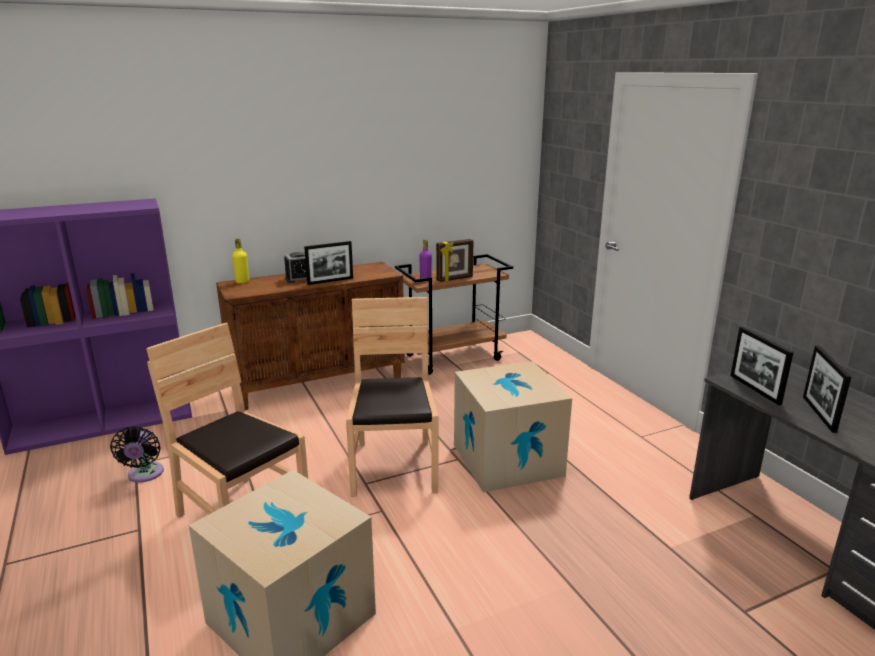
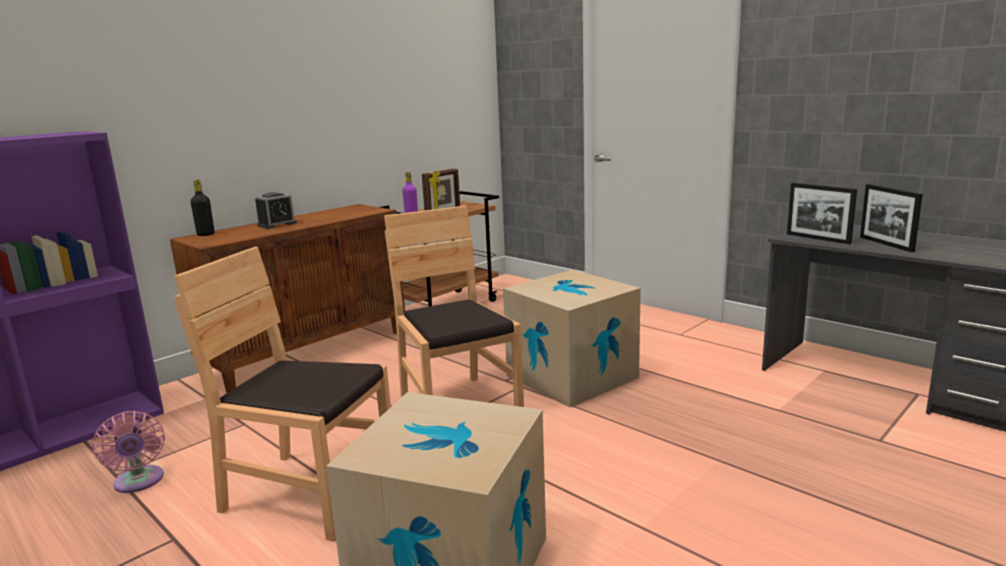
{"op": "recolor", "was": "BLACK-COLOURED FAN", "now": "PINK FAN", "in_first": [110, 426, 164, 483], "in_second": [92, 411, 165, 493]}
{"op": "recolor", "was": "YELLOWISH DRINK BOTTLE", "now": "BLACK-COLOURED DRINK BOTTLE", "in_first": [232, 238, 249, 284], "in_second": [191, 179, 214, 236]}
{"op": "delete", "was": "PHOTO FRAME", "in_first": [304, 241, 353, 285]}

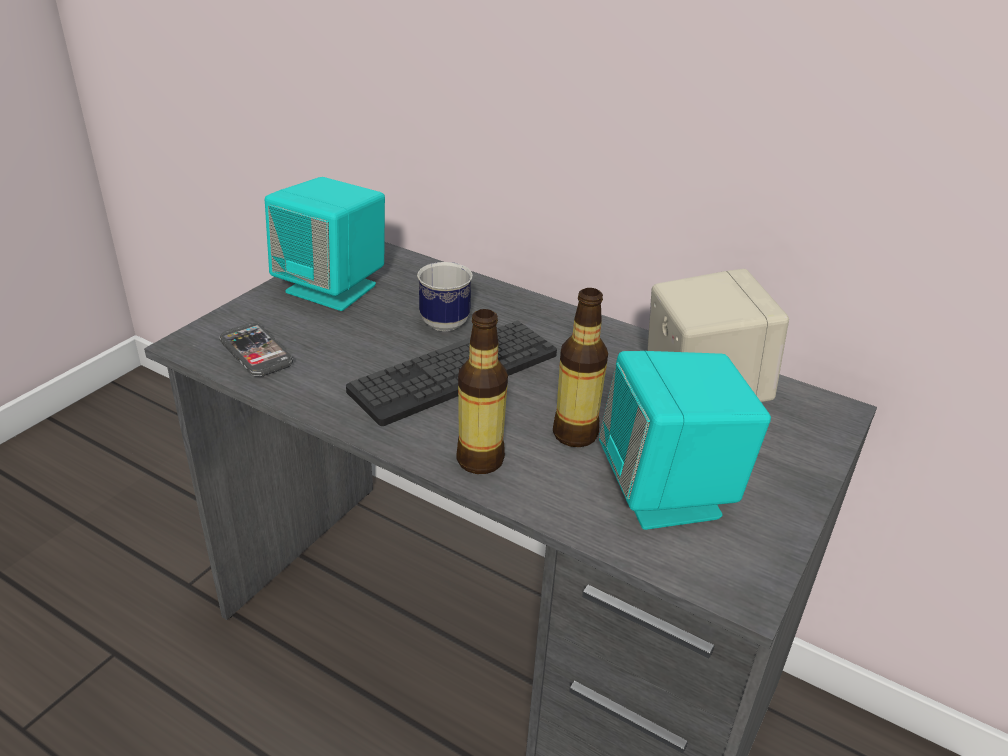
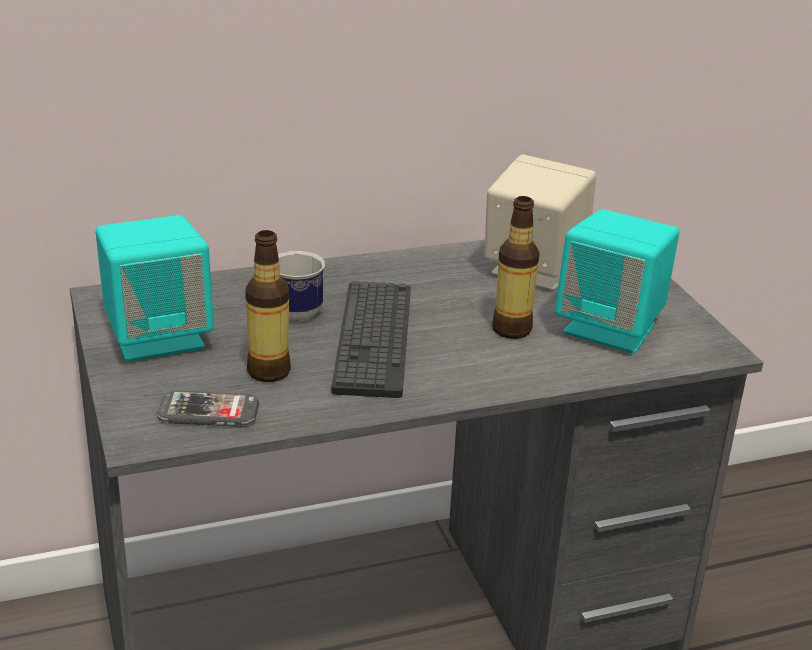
{"op": "move", "was": "DRINK BOTTLE", "in_first": [456, 309, 508, 474], "in_second": [245, 230, 291, 382]}

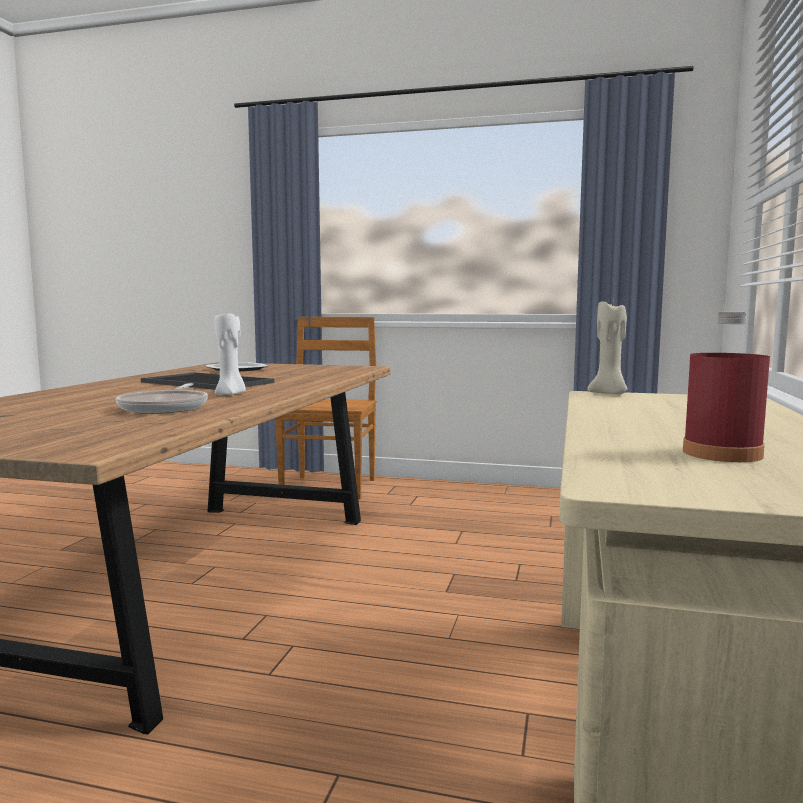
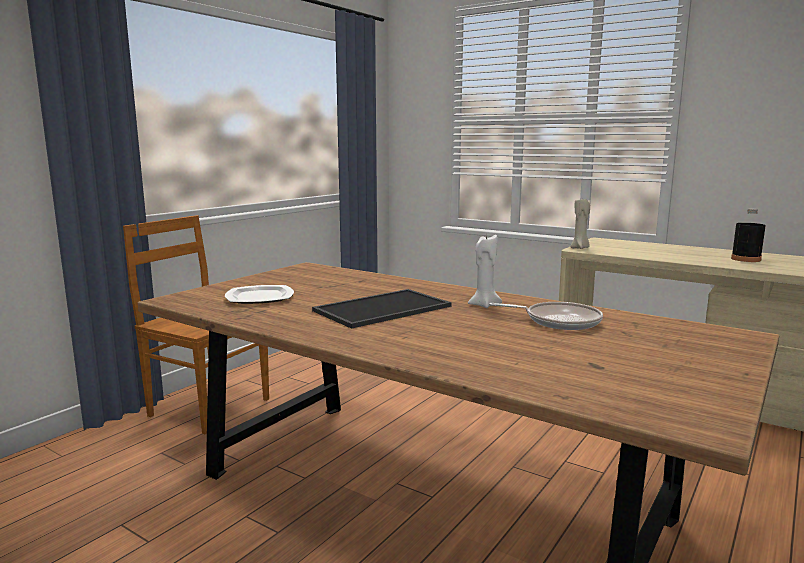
{"op": "recolor", "was": "RED DRINK BOTTLE", "now": "BLACK-COLOURED DRINK BOTTLE", "in_first": [683, 312, 770, 462], "in_second": [731, 209, 766, 262]}

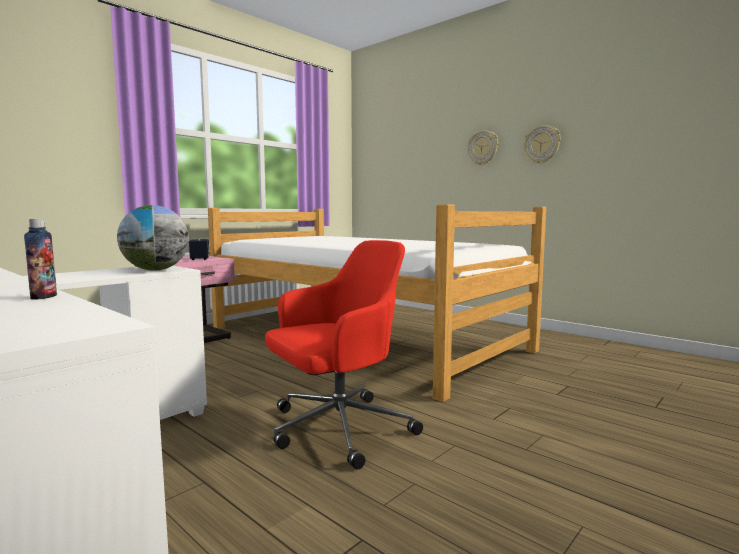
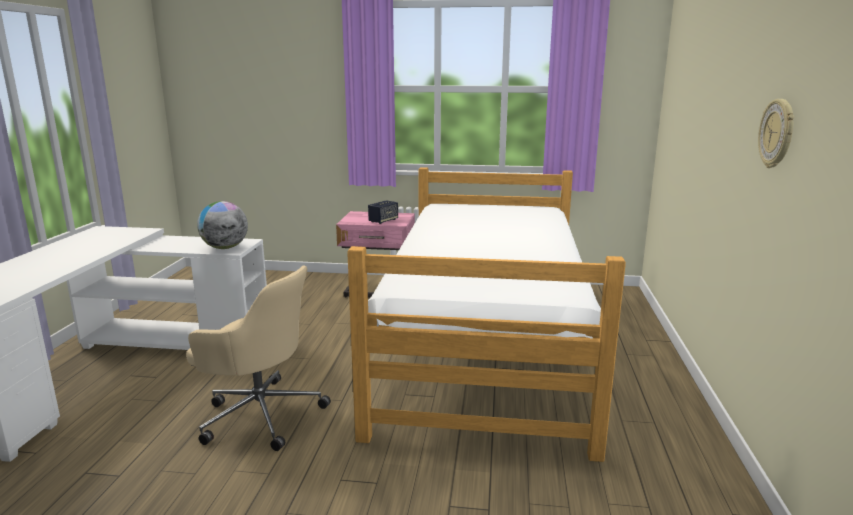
{"op": "recolor", "was": "RED DESK CHAIR", "now": "BEIGE-COLOURED DESK CHAIR", "in_first": [265, 240, 423, 470], "in_second": [186, 266, 331, 451]}
{"op": "delete", "was": "DRINK BOTTLE", "in_first": [24, 219, 57, 300]}
{"op": "delete", "was": "WALL CLOCK", "in_first": [467, 130, 498, 165]}

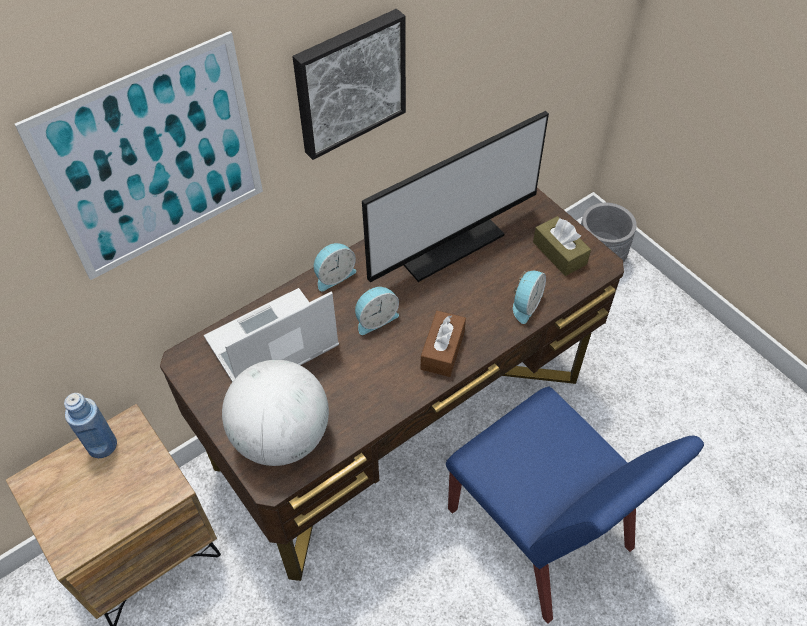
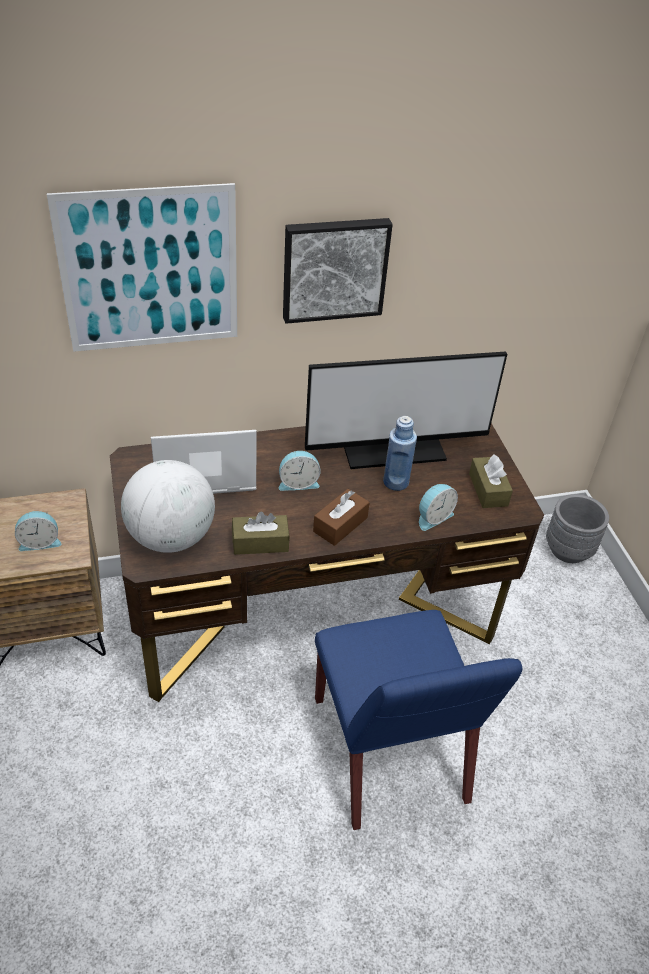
{"op": "move", "was": "ALARM CLOCK", "in_first": [314, 243, 356, 291], "in_second": [15, 511, 61, 551]}
{"op": "insert", "now": "BROWNISH BOX OF TISSUES", "in_second": [232, 512, 290, 555]}
{"op": "move", "was": "BLUE DRINK BOTTLE", "in_first": [64, 393, 117, 458], "in_second": [383, 416, 417, 491]}

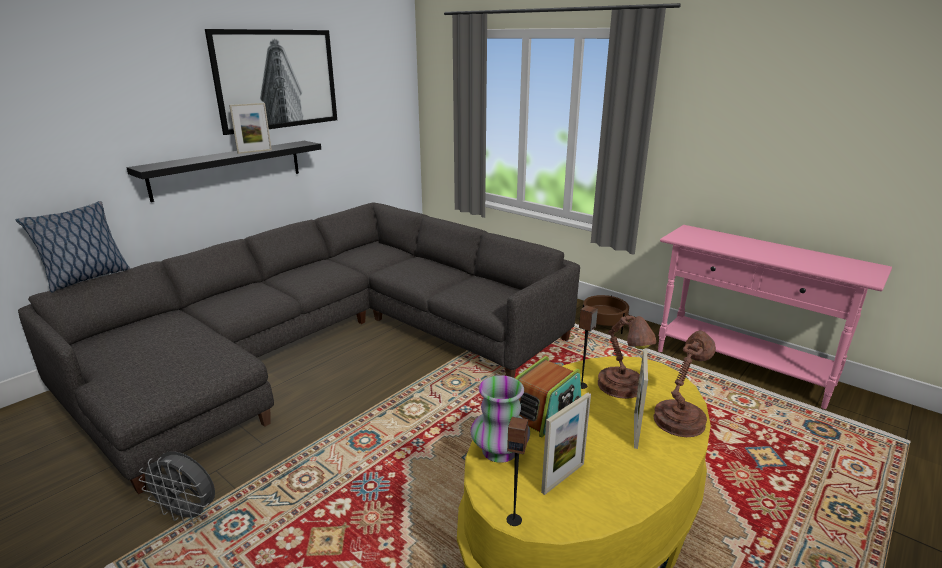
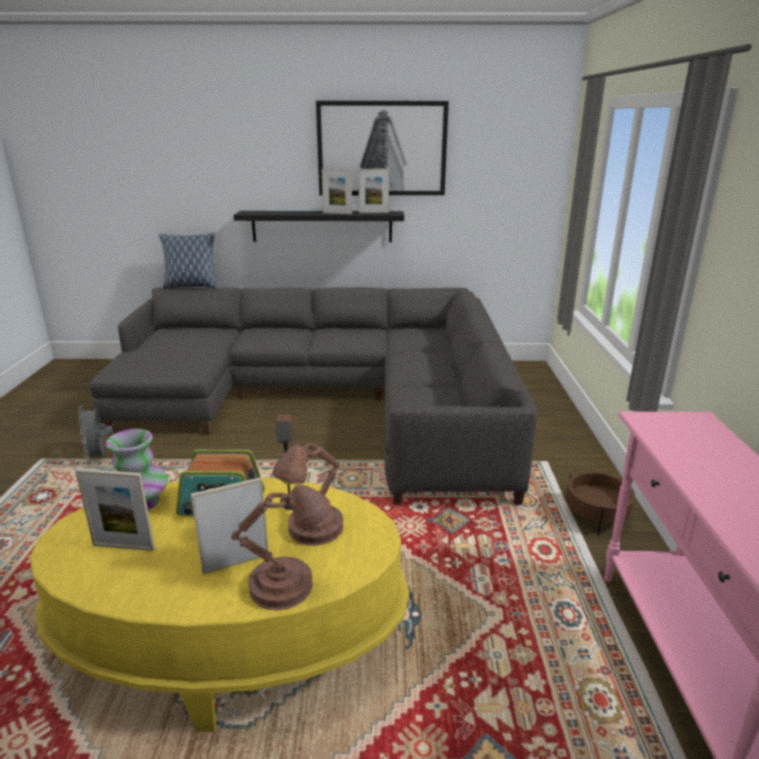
{"op": "insert", "now": "PHOTO FRAME", "in_second": [358, 169, 389, 213]}
{"op": "delete", "was": "LOUDSPEAKER", "in_first": [506, 417, 528, 526]}

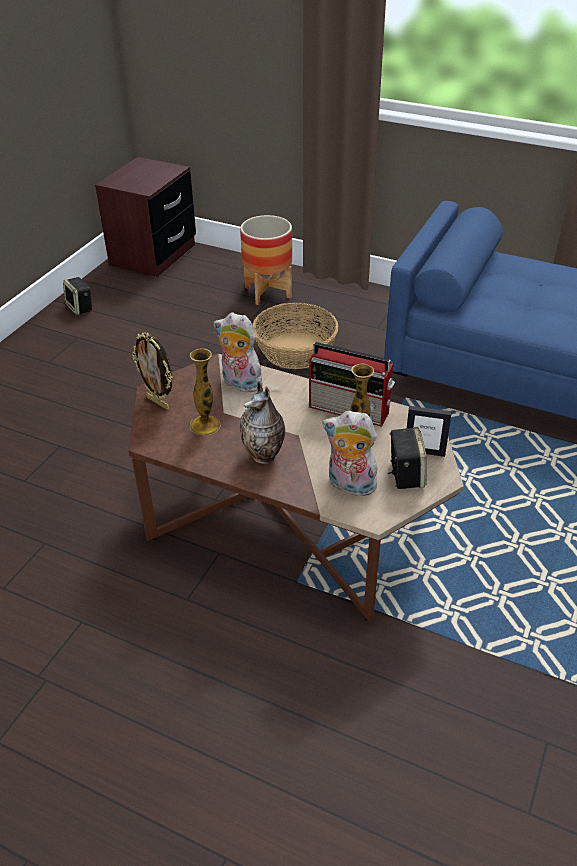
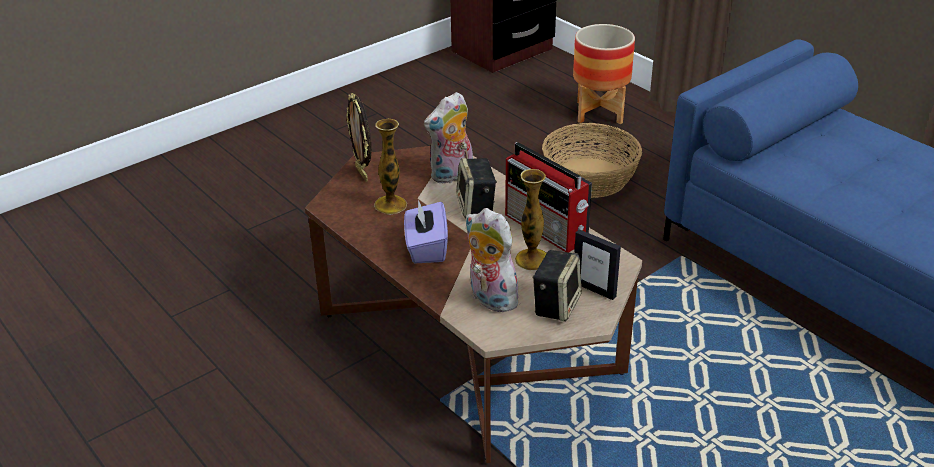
{"op": "replace", "was": "DECORATIVE VASE", "now": "PURPLE BOX OF TISSUES", "in_first": [240, 381, 285, 464], "in_second": [404, 200, 448, 264]}
{"op": "rotate", "was": "CUDDLY TOY", "in_first": [214, 312, 263, 392], "in_second": [424, 92, 473, 184], "clockwise": -90}
{"op": "move", "was": "LOUDSPEAKER", "in_first": [63, 277, 92, 315], "in_second": [456, 158, 497, 218]}

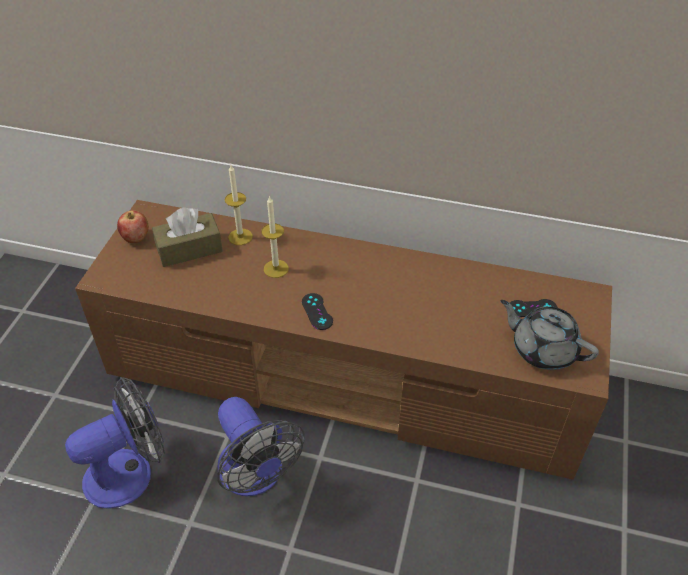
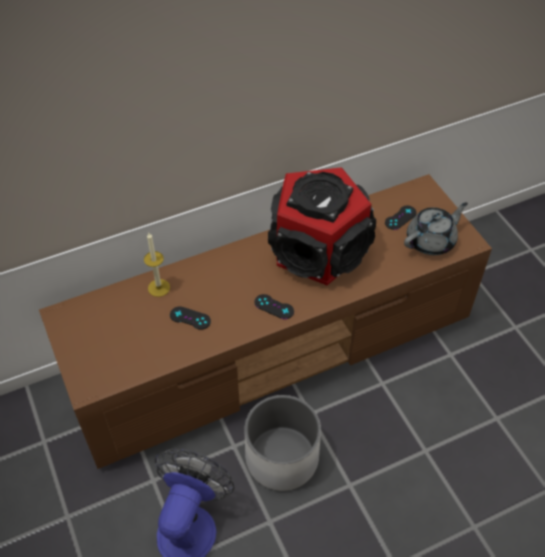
{"op": "insert", "now": "BLACK-COLOURED JOYPAD", "in_second": [170, 306, 211, 330]}
{"op": "replace", "was": "FAN", "now": "WHITISH PLANTER", "in_first": [217, 397, 305, 496], "in_second": [244, 395, 321, 491]}
{"op": "insert", "now": "LOUDSPEAKER", "in_second": [268, 167, 376, 285]}
{"op": "rotate", "was": "GREYISH TEAPOT", "in_first": [500, 300, 599, 370], "in_second": [404, 202, 468, 255], "clockwise": 150}
{"op": "delete", "was": "APPLE FRUIT", "in_first": [117, 210, 149, 243]}
{"op": "delete", "was": "BROWNISH BOX OF TISSUES", "in_first": [152, 208, 223, 267]}
{"op": "delete", "was": "WAX CANDLE", "in_first": [261, 195, 289, 278]}

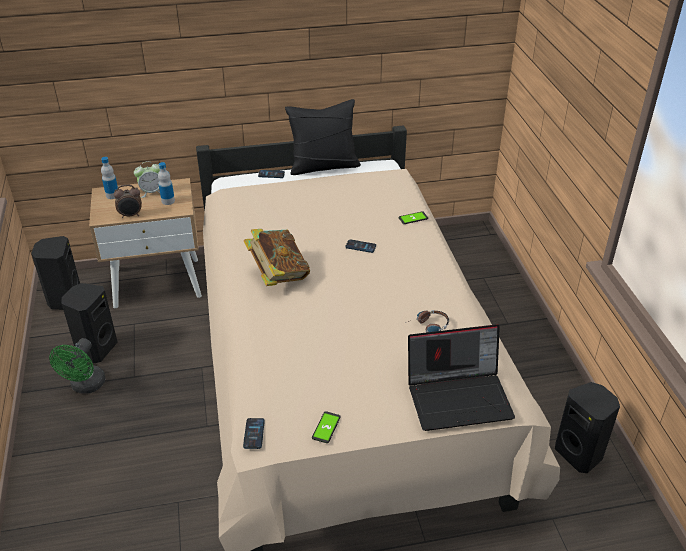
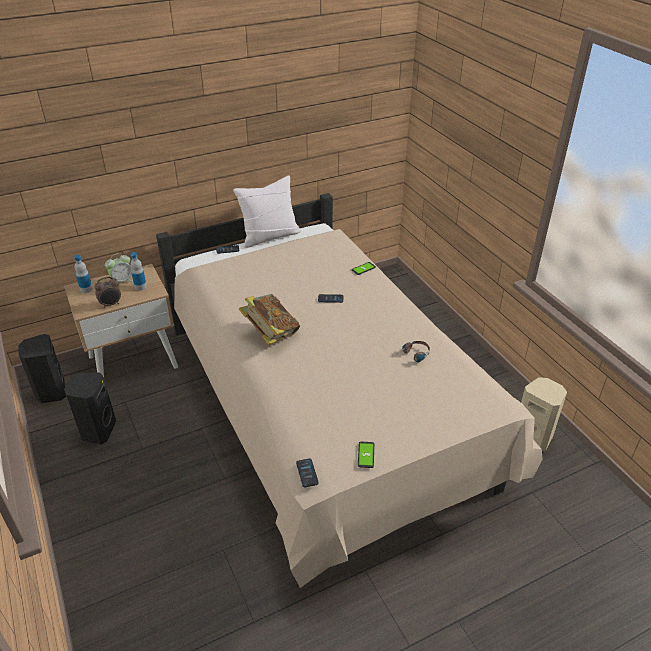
{"op": "recolor", "was": "BLACK-COLOURED THROW PILLOW", "now": "WHITISH THROW PILLOW", "in_first": [285, 99, 361, 175], "in_second": [233, 175, 301, 248]}
{"op": "recolor", "was": "BLACK-COLOURED LOUDSPEAKER", "now": "BEIGE-COLOURED LOUDSPEAKER", "in_first": [555, 382, 620, 473], "in_second": [521, 377, 567, 451]}
{"op": "delete", "was": "GREENISH FAN", "in_first": [49, 338, 105, 394]}
{"op": "delete", "was": "NOTEBOOK COMPUTER", "in_first": [408, 324, 515, 431]}

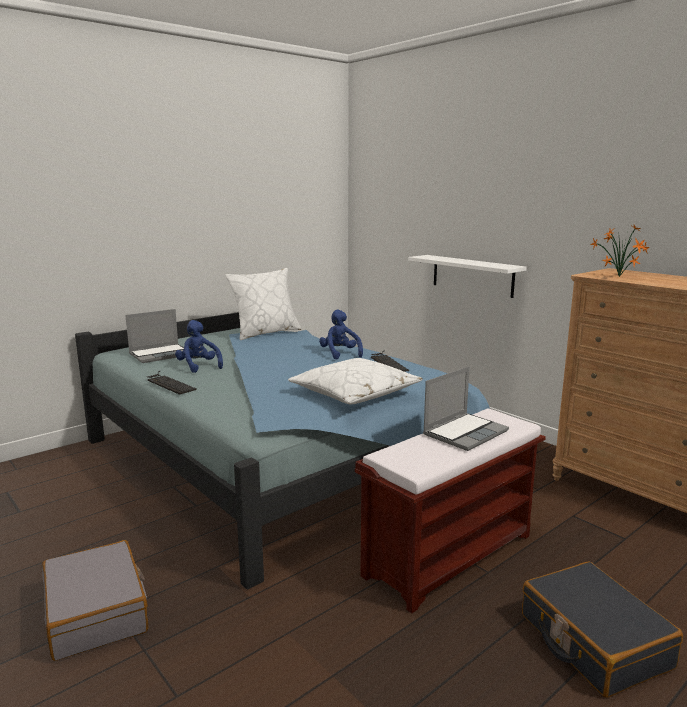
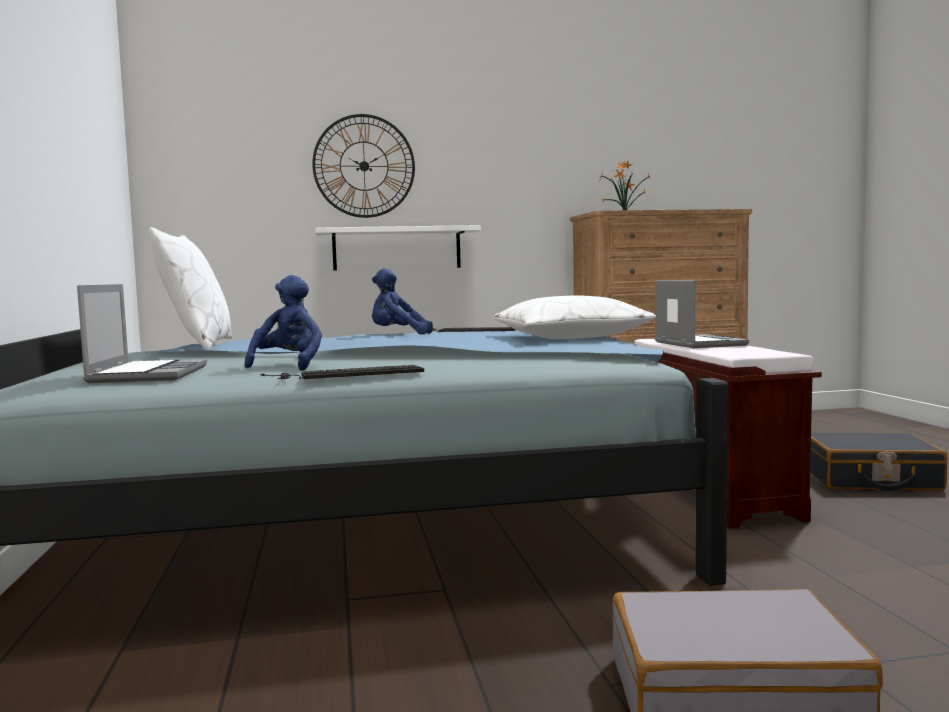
{"op": "rotate", "was": "BLUE CUDDLY TOY", "in_first": [175, 320, 223, 373], "in_second": [244, 275, 322, 371], "clockwise": 105}
{"op": "insert", "now": "WALL CLOCK", "in_second": [312, 114, 415, 218]}

